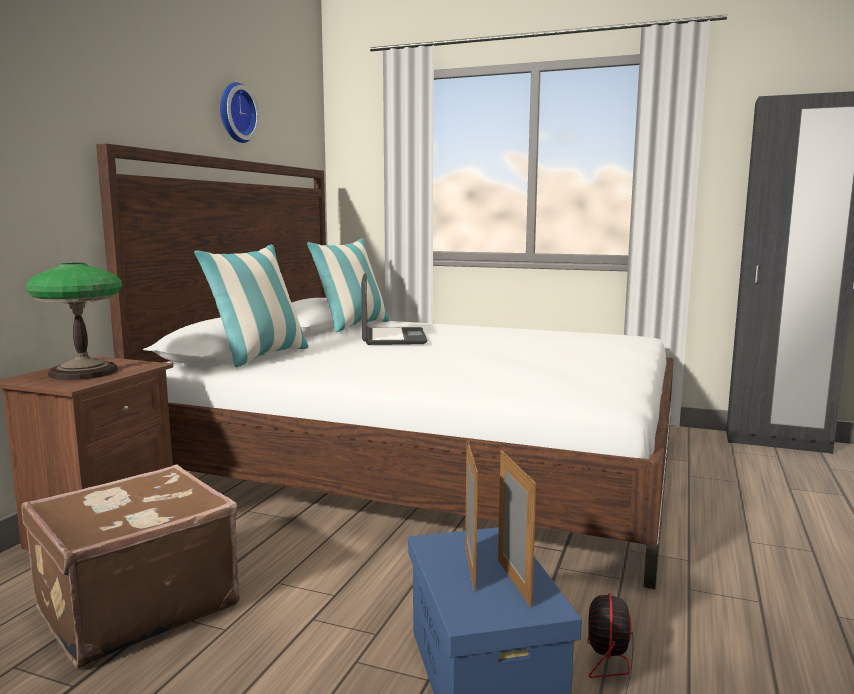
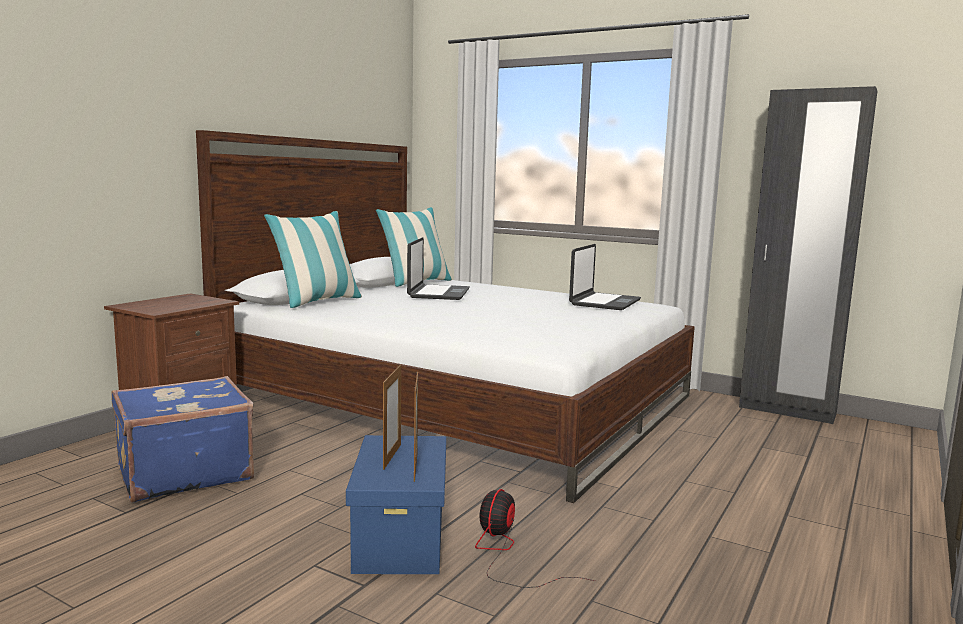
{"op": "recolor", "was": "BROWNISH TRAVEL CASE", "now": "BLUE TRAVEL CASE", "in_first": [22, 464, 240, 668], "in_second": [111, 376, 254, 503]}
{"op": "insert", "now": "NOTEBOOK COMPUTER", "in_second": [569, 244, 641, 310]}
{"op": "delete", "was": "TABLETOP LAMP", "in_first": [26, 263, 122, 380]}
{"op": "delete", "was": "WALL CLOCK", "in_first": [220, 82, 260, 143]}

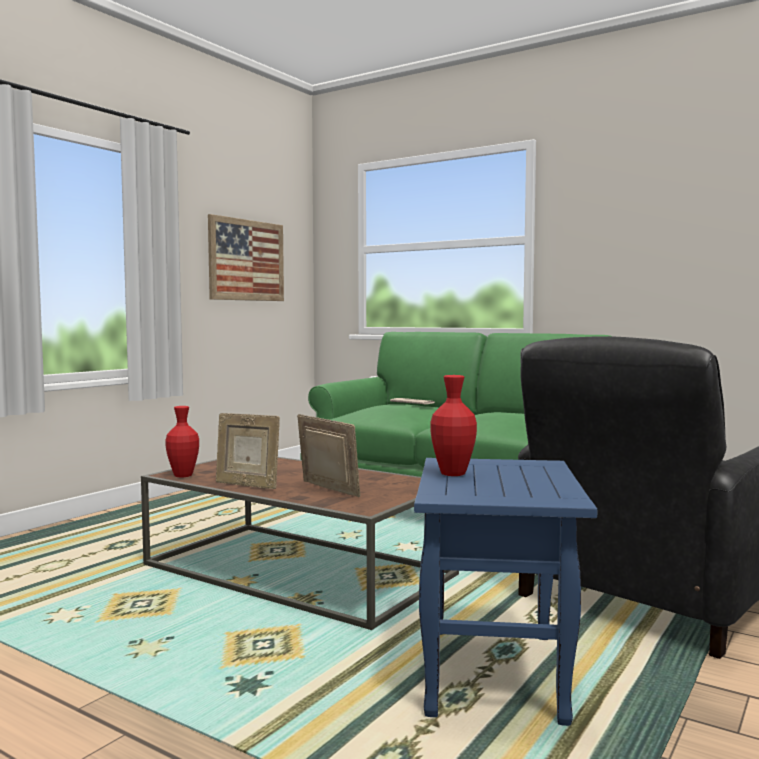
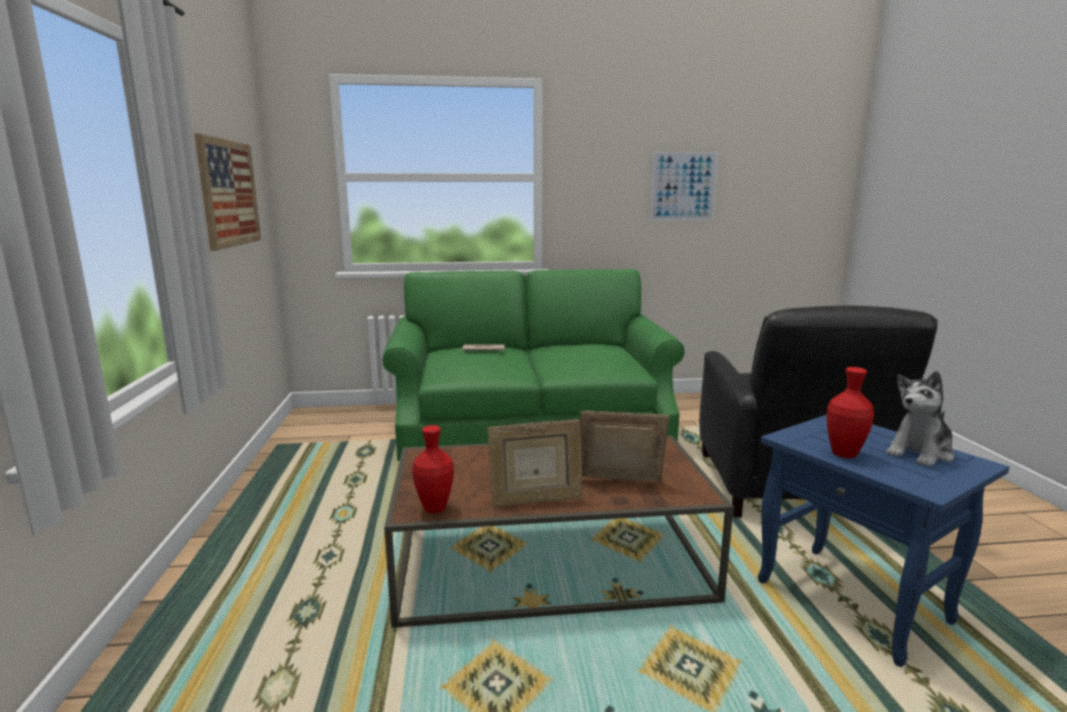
{"op": "insert", "now": "WALL ART", "in_second": [650, 151, 719, 221]}
{"op": "insert", "now": "CUDDLY TOY", "in_second": [886, 371, 954, 467]}

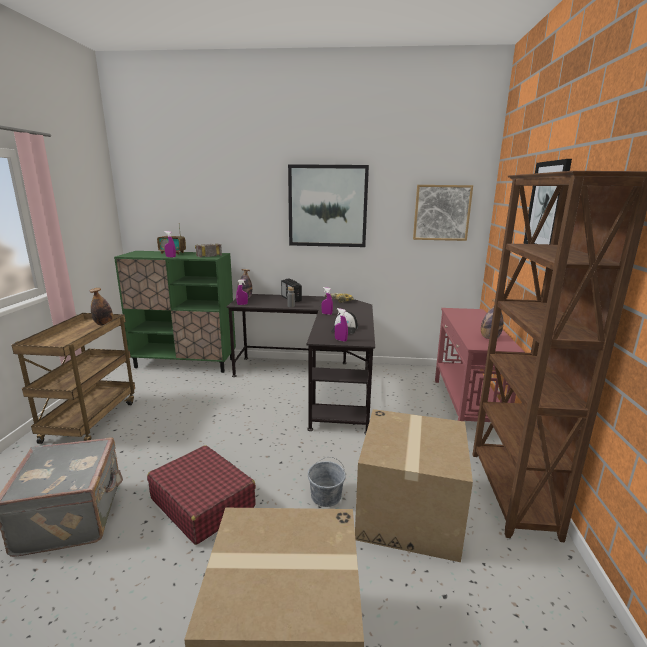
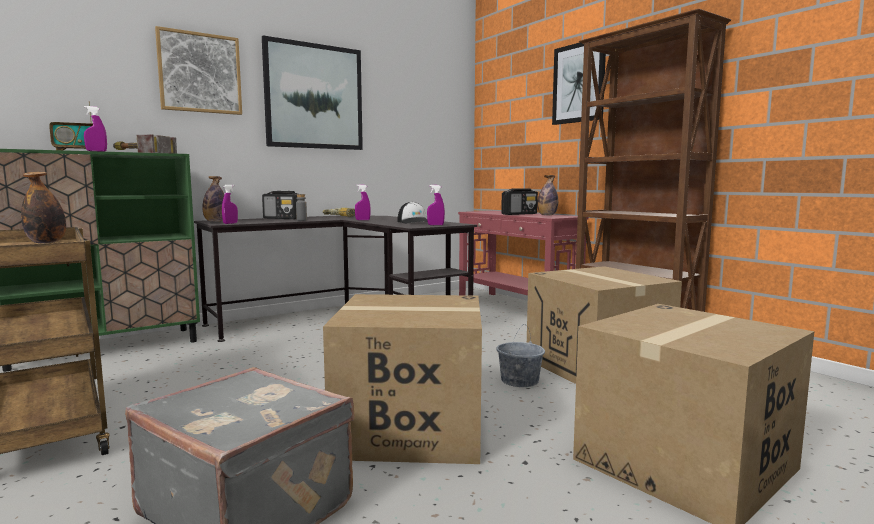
{"op": "move", "was": "WALL ART", "in_first": [413, 185, 473, 241], "in_second": [155, 26, 242, 115]}
{"op": "replace", "was": "RED TRAVEL CASE", "now": "CARDBOARD BOX", "in_first": [147, 445, 256, 545], "in_second": [323, 294, 482, 464]}
{"op": "insert", "now": "RADIO", "in_second": [501, 188, 538, 215]}

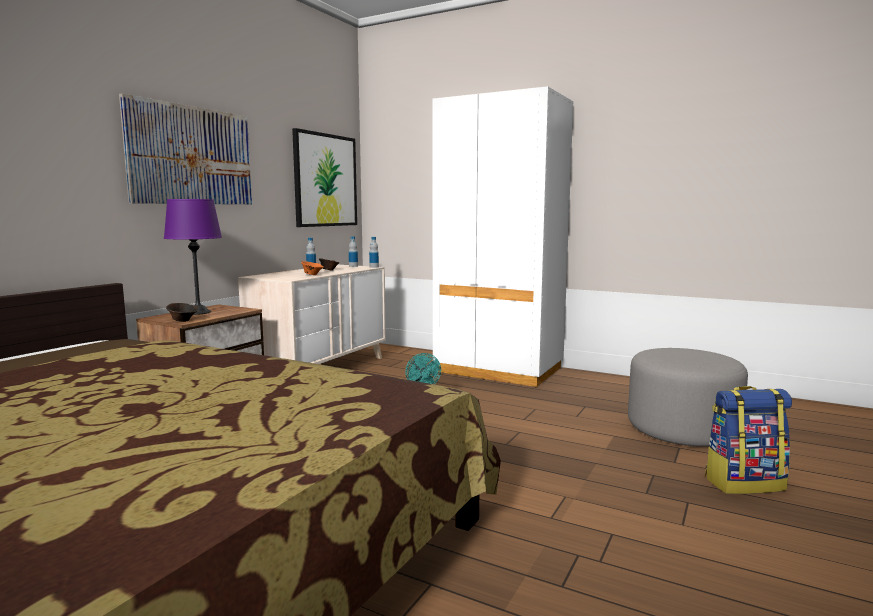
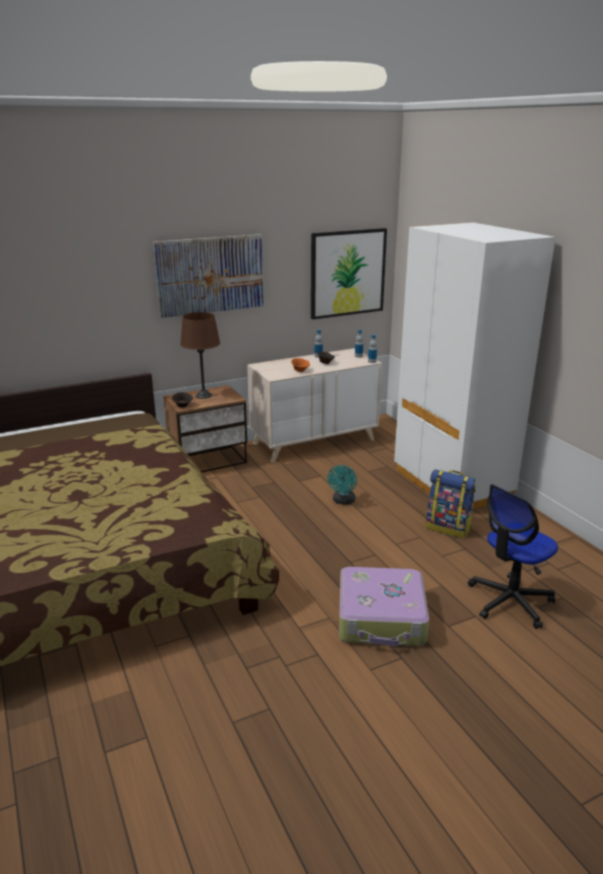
{"op": "recolor", "was": "PURPLE TABLETOP LAMP", "now": "BROWNISH TABLETOP LAMP", "in_first": [164, 199, 222, 315], "in_second": [180, 312, 220, 399]}
{"op": "insert", "now": "TRAVEL CASE", "in_second": [339, 567, 429, 646]}
{"op": "move", "was": "KNAPSACK", "in_first": [705, 386, 792, 494], "in_second": [426, 469, 476, 538]}
{"op": "replace", "was": "GREYISH OTTOMAN", "now": "DESK CHAIR", "in_first": [628, 348, 748, 447], "in_second": [468, 484, 558, 629]}

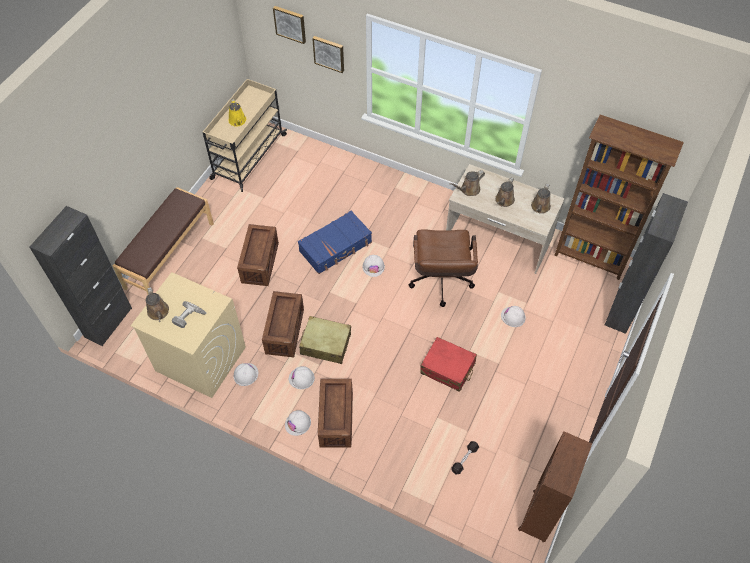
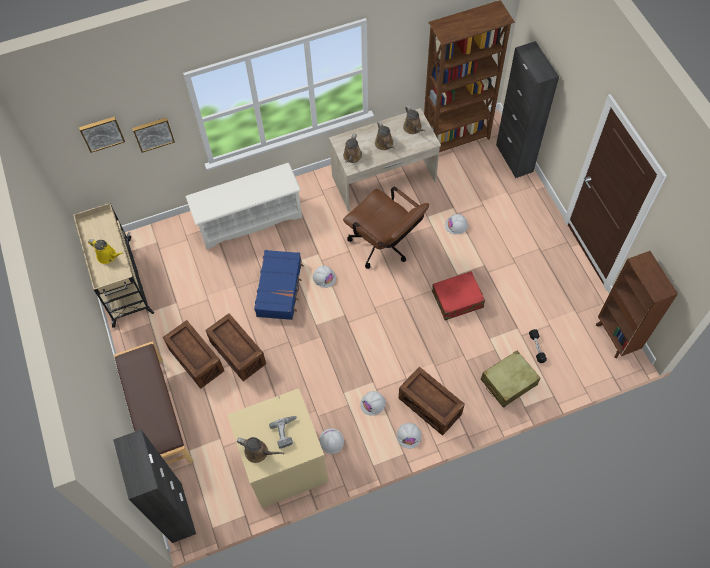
{"op": "move", "was": "SHIPPING CRATE", "in_first": [262, 291, 304, 357], "in_second": [163, 320, 224, 389]}
{"op": "insert", "now": "WHITISH SHOE STAND", "in_second": [186, 163, 302, 249]}
{"op": "move", "was": "BEIGE-COLOURED TRAVEL CASE", "in_first": [299, 316, 351, 364], "in_second": [481, 351, 540, 408]}

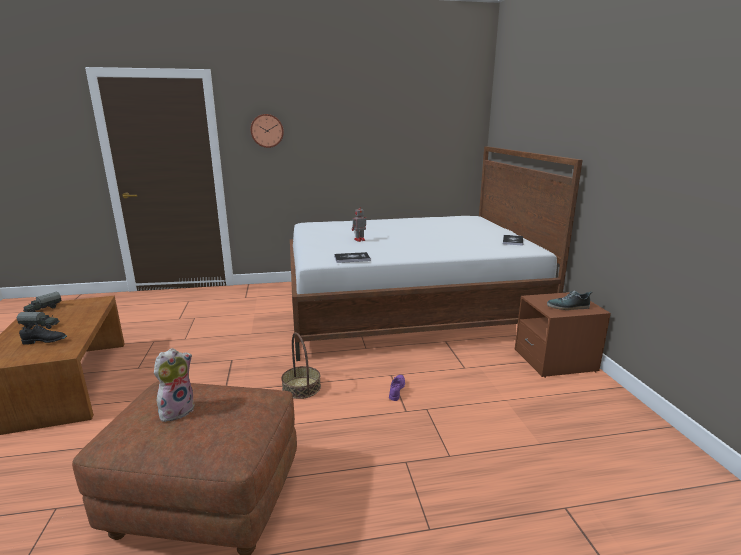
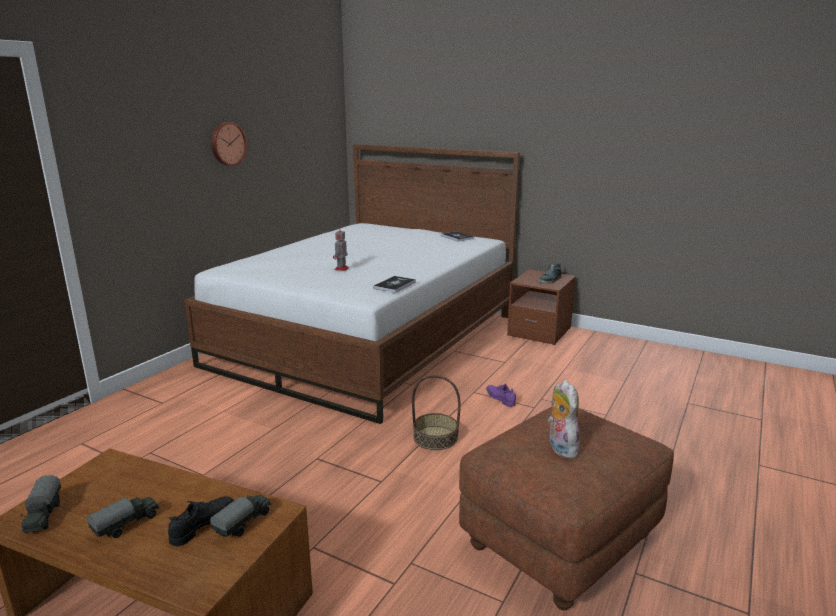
{"op": "insert", "now": "TOY TRUCK", "in_second": [210, 495, 271, 537]}
{"op": "move", "was": "WALL CLOCK", "in_first": [251, 114, 284, 148], "in_second": [211, 122, 247, 166]}

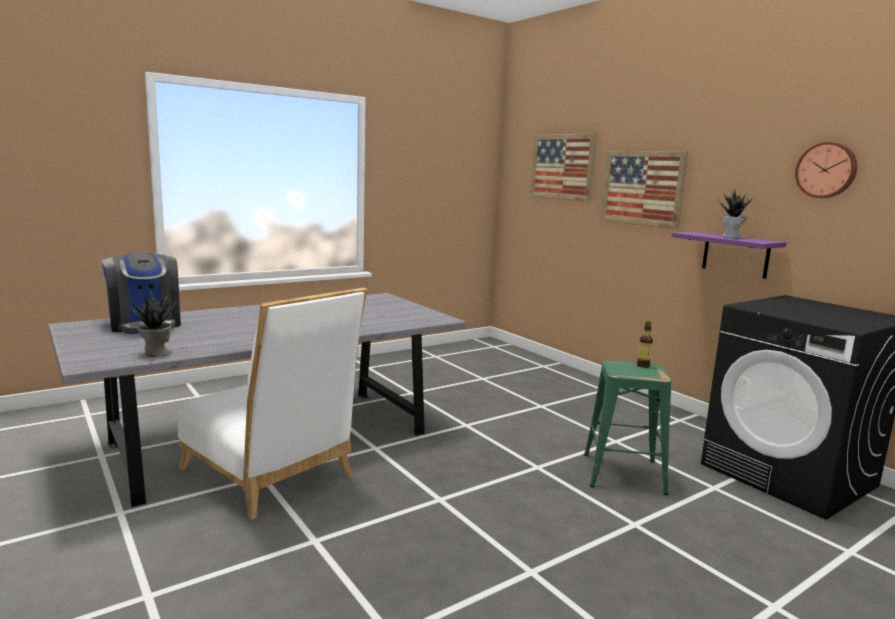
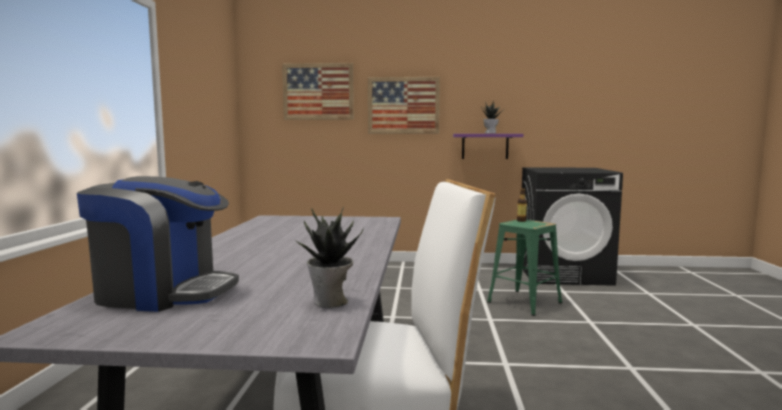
{"op": "delete", "was": "WALL CLOCK", "in_first": [795, 142, 857, 198]}

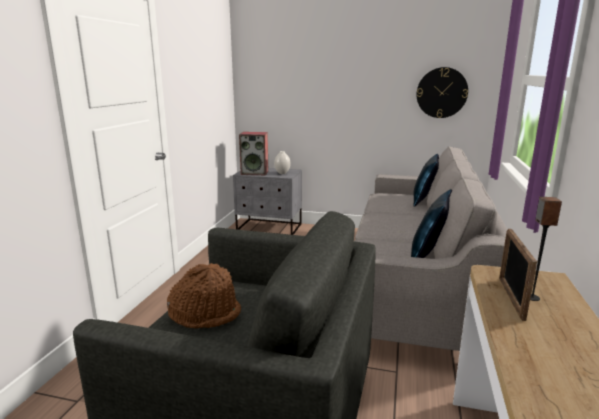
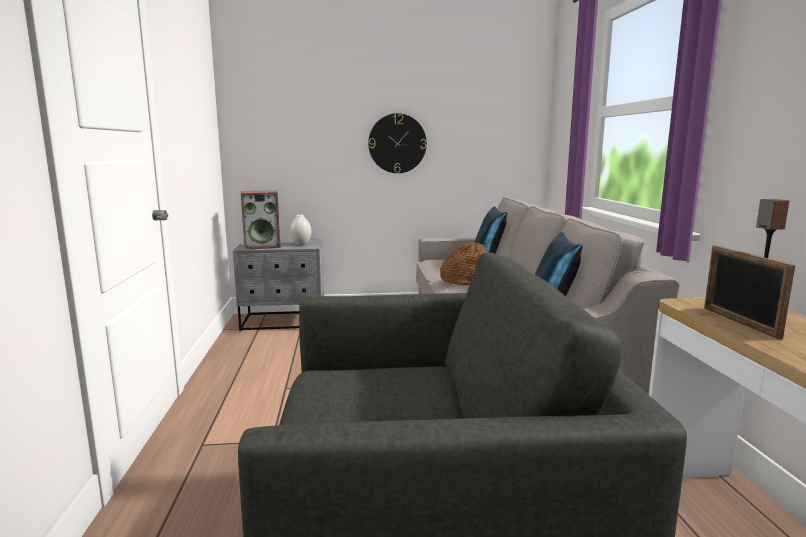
{"op": "move", "was": "WALL CLOCK", "in_first": [417, 67, 468, 118], "in_second": [368, 113, 427, 173]}
{"op": "move", "was": "BROWNISH WEARABLE HAT", "in_first": [167, 263, 241, 329], "in_second": [440, 242, 487, 285]}

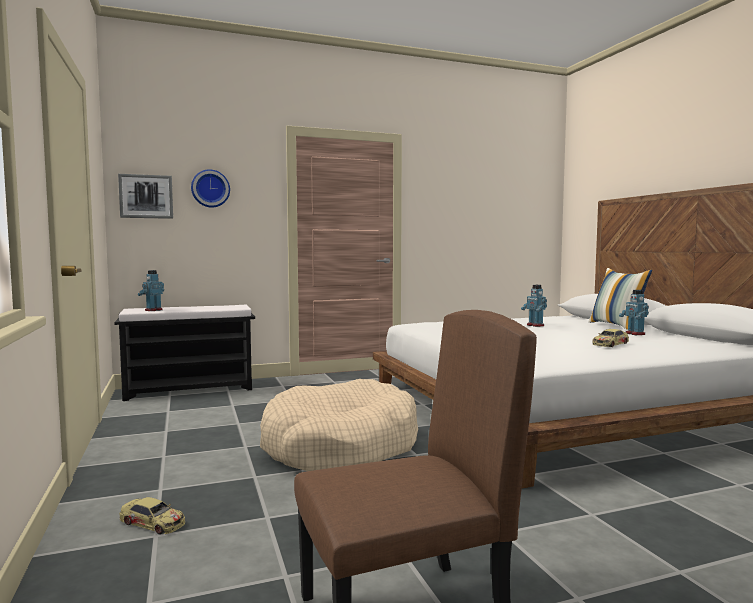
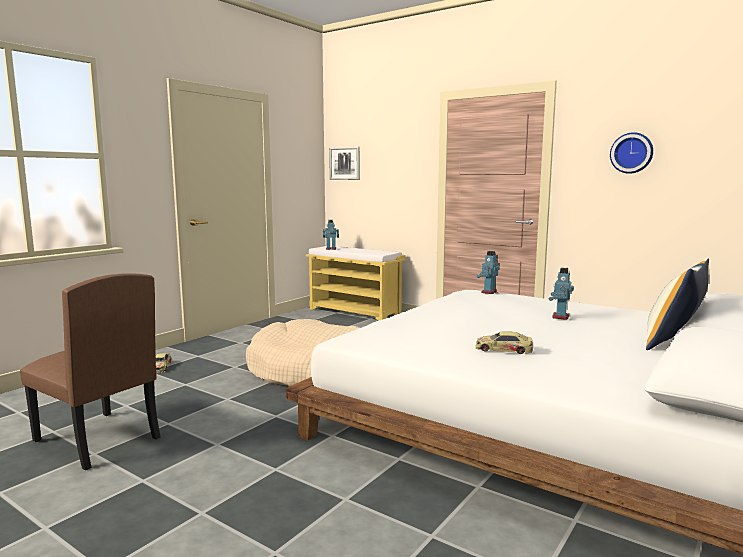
{"op": "recolor", "was": "BLACK-COLOURED BENCH", "now": "YELLOWISH BENCH", "in_first": [114, 305, 255, 401], "in_second": [306, 246, 406, 321]}
{"op": "move", "was": "ROBOT FIGURE", "in_first": [619, 290, 649, 335], "in_second": [476, 251, 500, 294]}
{"op": "move", "was": "WALL CLOCK", "in_first": [191, 169, 230, 208], "in_second": [610, 132, 653, 174]}

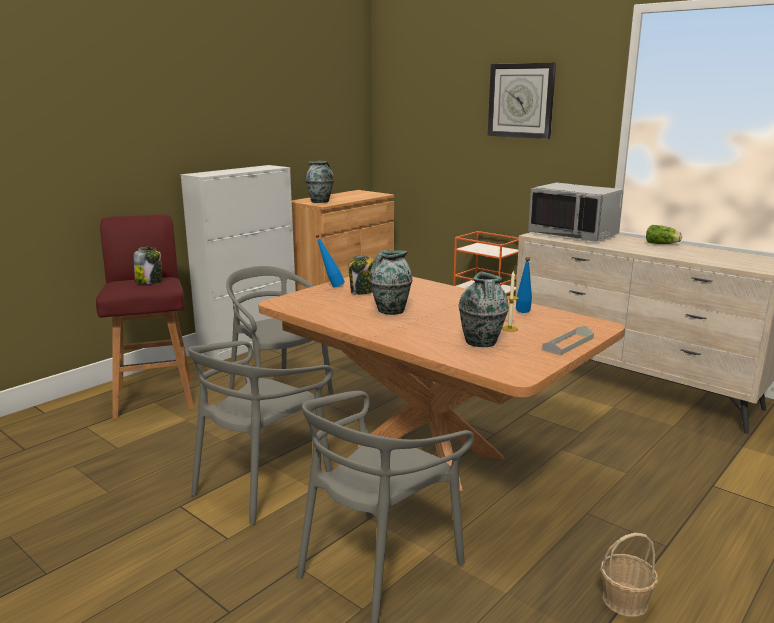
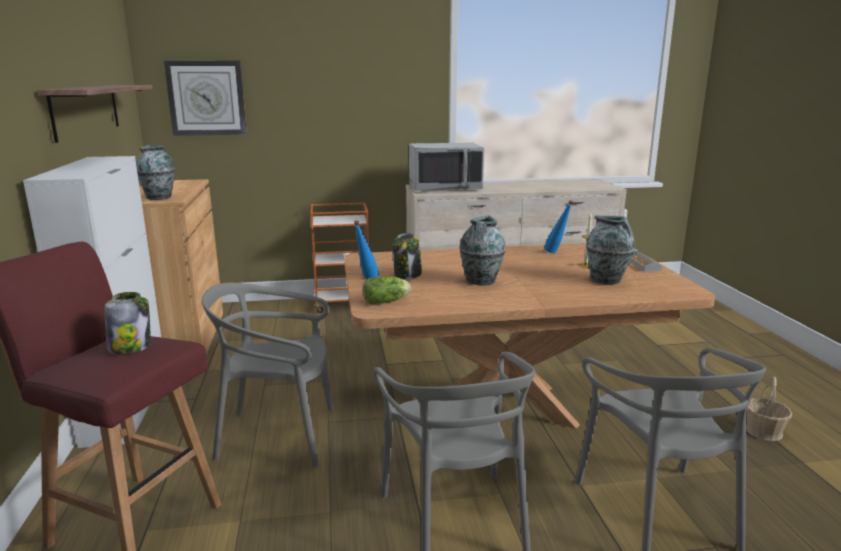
{"op": "insert", "now": "WALL SHELF", "in_second": [37, 85, 152, 143]}
{"op": "move", "was": "WALL CLOCK", "in_first": [488, 63, 556, 139], "in_second": [164, 60, 247, 136]}
{"op": "move", "was": "LETTUCE", "in_first": [646, 225, 682, 244], "in_second": [363, 277, 411, 304]}

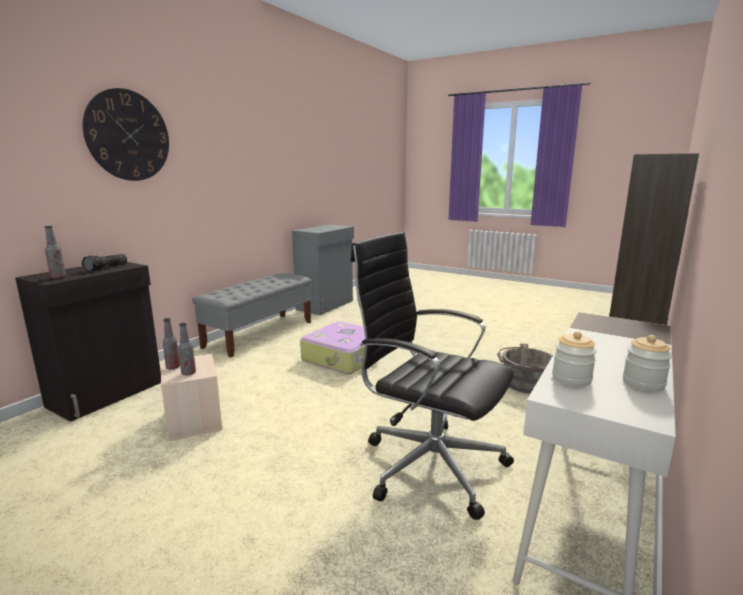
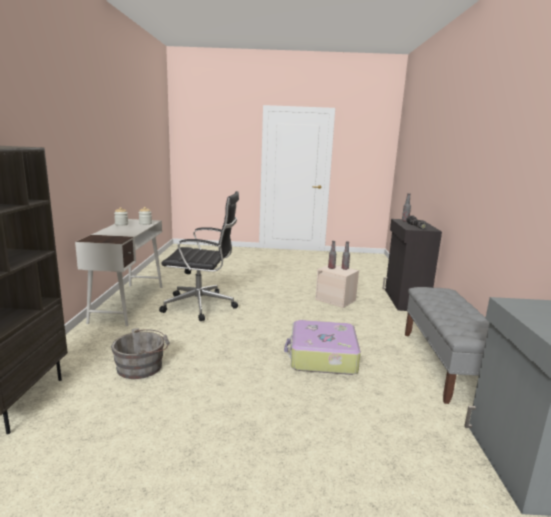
{"op": "delete", "was": "WALL CLOCK", "in_first": [83, 88, 169, 181]}

